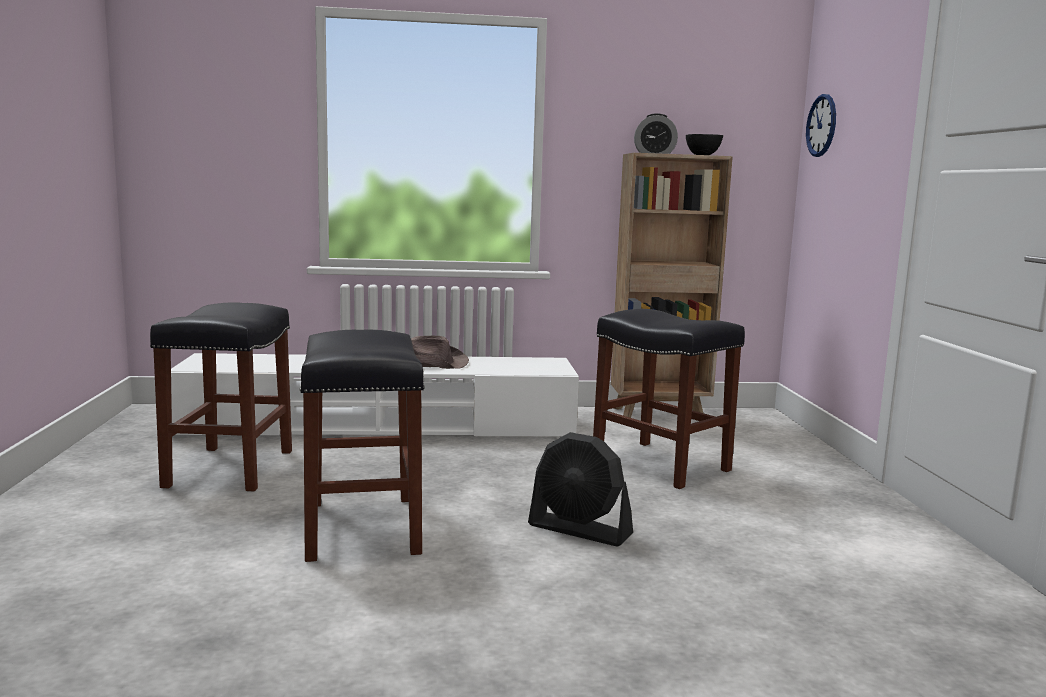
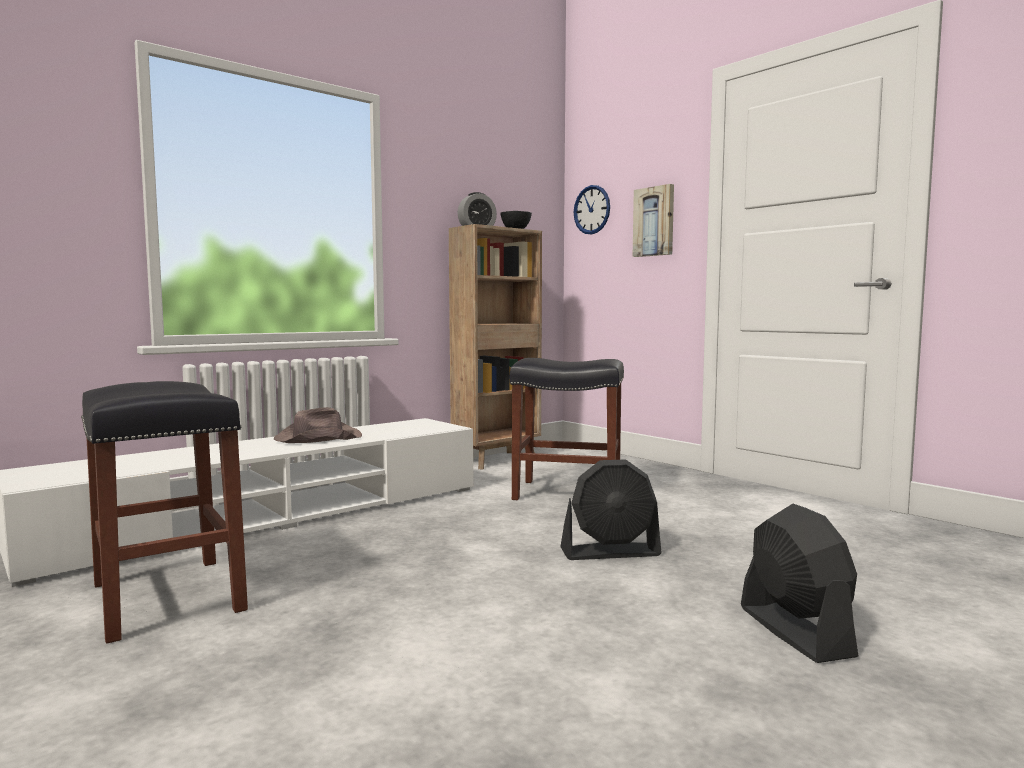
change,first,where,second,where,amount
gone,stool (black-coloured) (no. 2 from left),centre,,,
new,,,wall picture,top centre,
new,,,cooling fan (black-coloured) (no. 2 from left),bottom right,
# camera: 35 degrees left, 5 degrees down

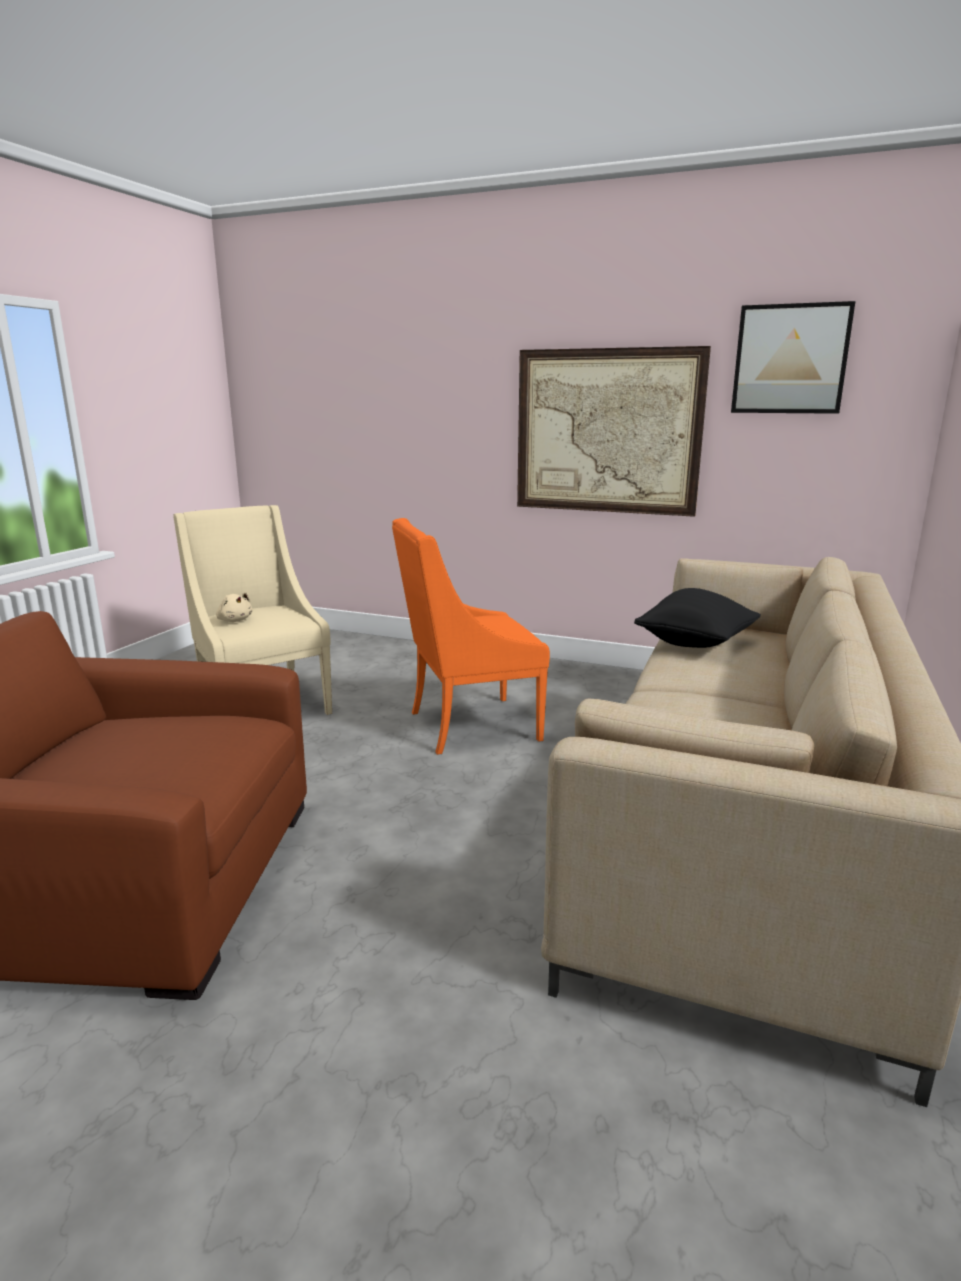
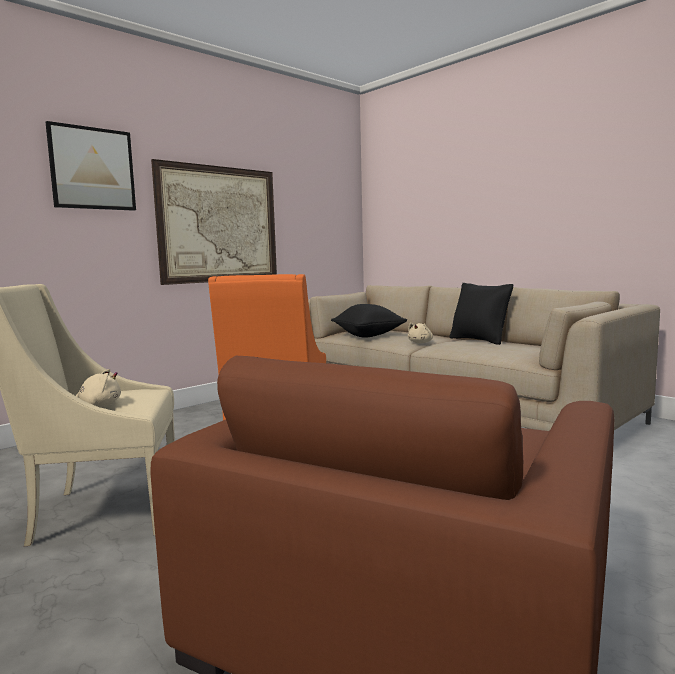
change,first,where,second,where,amount
shifted,wall picture (no. 2 from left in the first image),top right,wall picture (no. 1 from left),top left,
new,,,soft toy (sand-coloured) (no. 2 from left),centre,
new,,,cushion (black-coloured) (no. 2 from left),middle right,
# camera: 65 degrees left, 10 degrees down

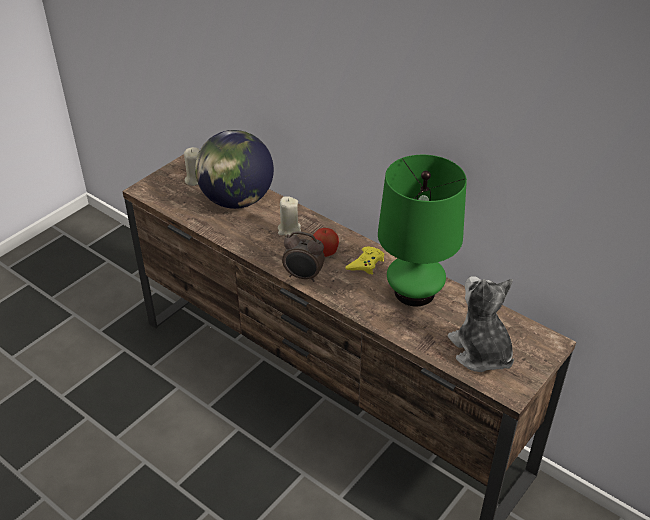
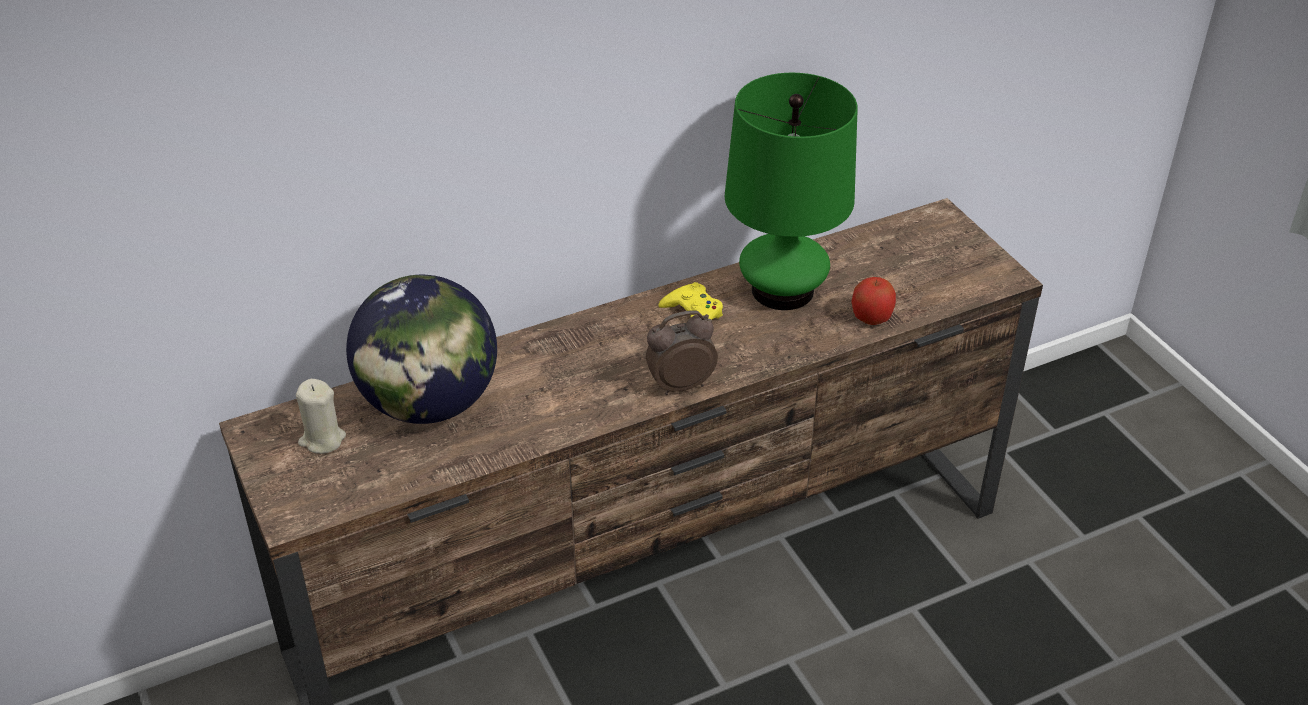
change,first,where,second,where,amount
gone,candle (sand-coloured) (no. 2 from left),centre,,,
rotated,alarm clock,centre,,centre,150 degrees counterclockwise
shifted,apple,centre,,middle right,
gone,soft toy,middle right,,,
# camera: 65 degrees left, 0 degrees up

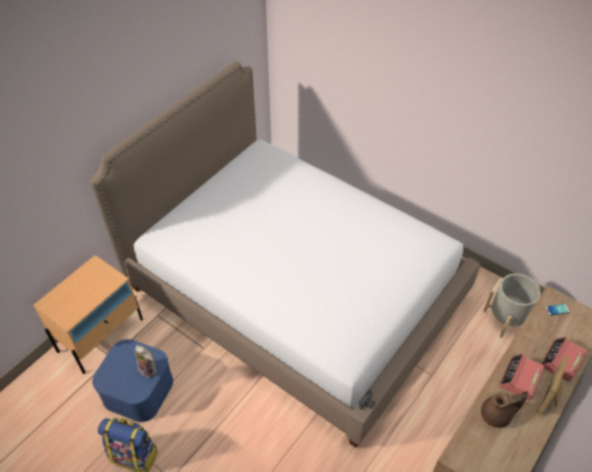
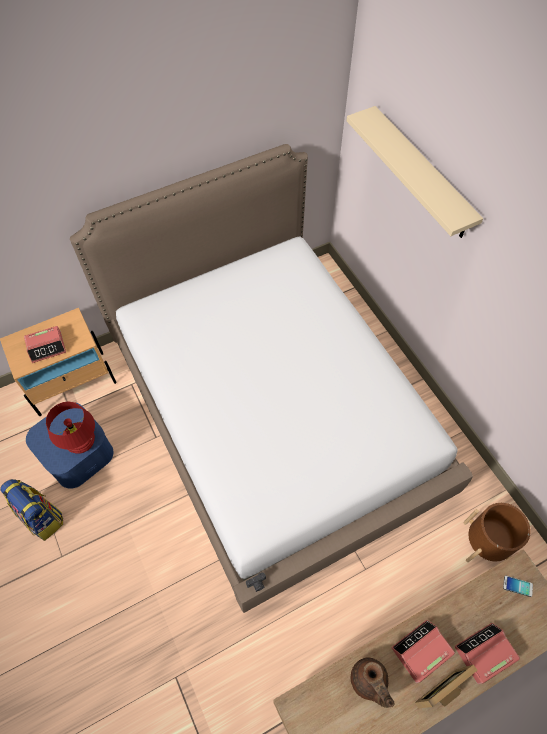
change,first,where,second,where,amount
swapped,soft toy,bottom left,lamp for a table (reddish),middle left,
rotated,teapot (brown),bottom right,,bottom right,45 degrees clockwise
repainted,flower pot (grey),middle right,flower pot (brown),bottom right,
new,,,alarm clock (no. 1 from left),middle left,
new,,,shelf (sand-coloured),top right,
# camera: 25 degrees right, 10 degrees up

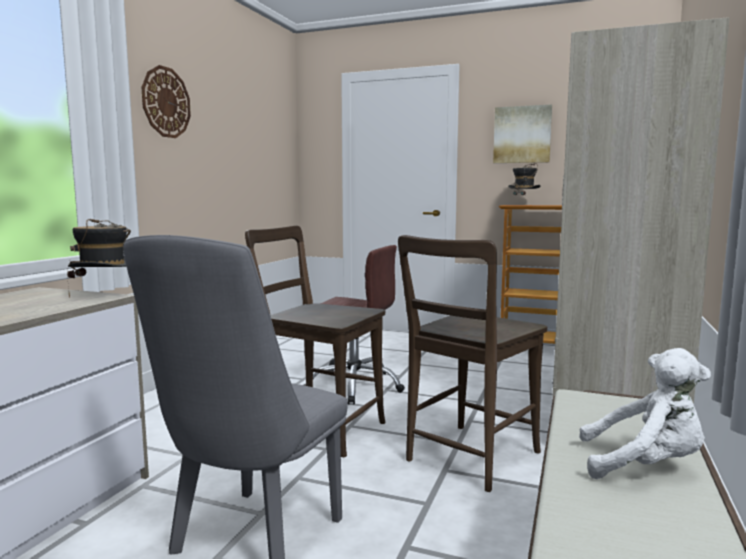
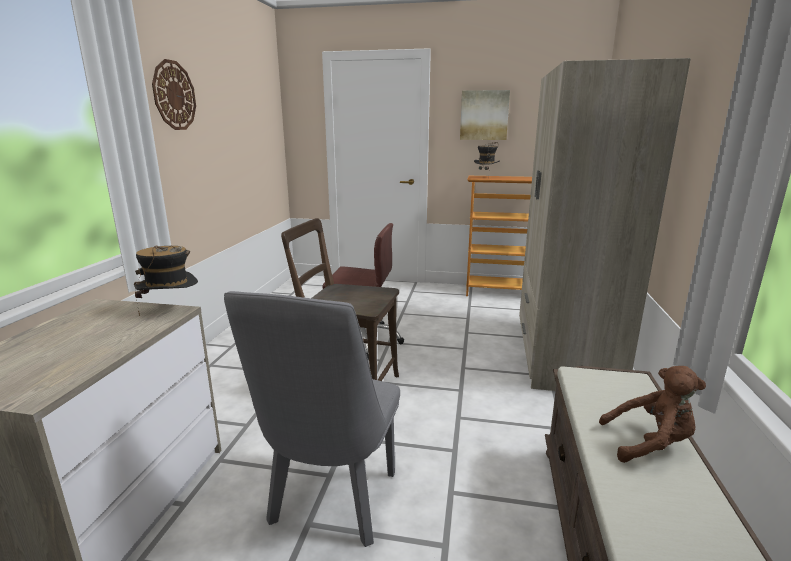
change,first,where,second,where,amount
gone,upright chair (brown) (no. 2 from left),centre,,,
repainted,soft toy (white-coloured),bottom right,soft toy (brown),bottom right,
# camera: 10 degrees left, 10 degrees up

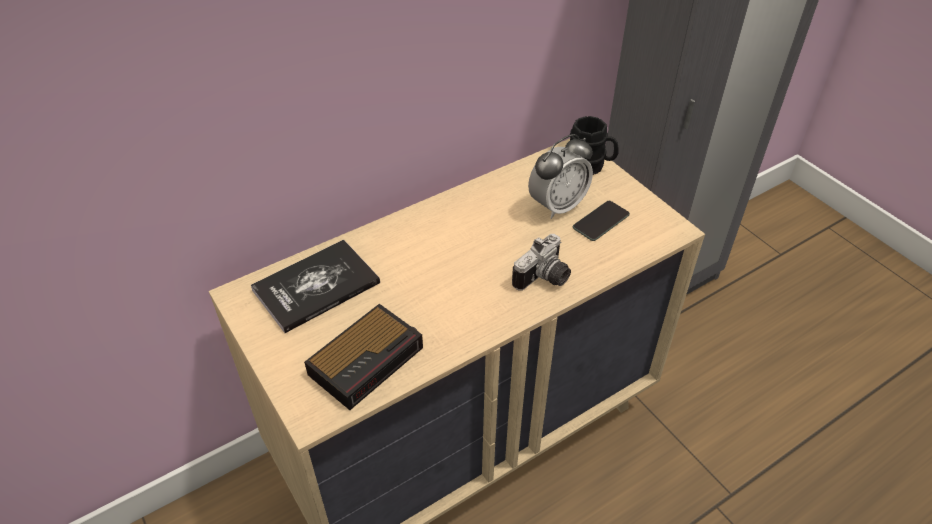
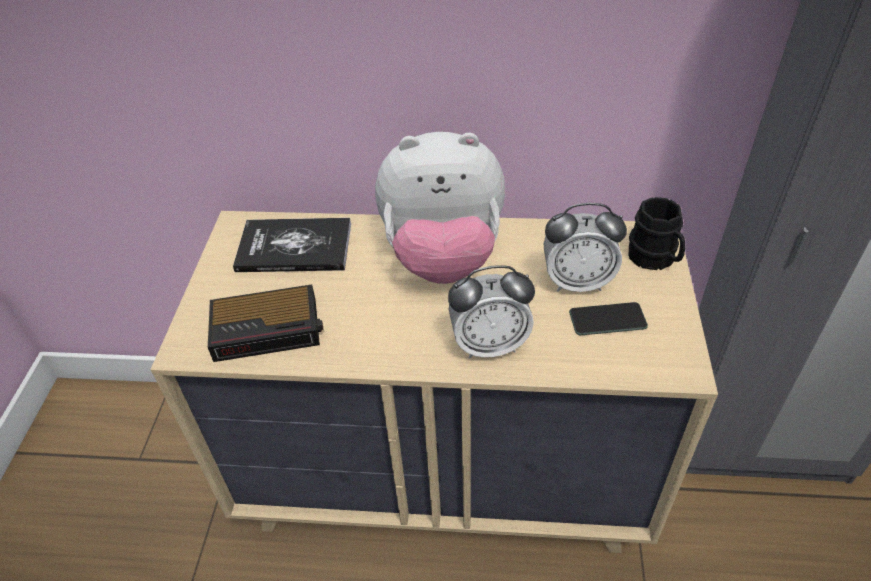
change,first,where,second,where,amount
swapped,photo camera,centre,alarm clock (no. 2 from left),centre,
new,,,soft toy,centre,
# camera: 40 degrees right, 0 degrees up

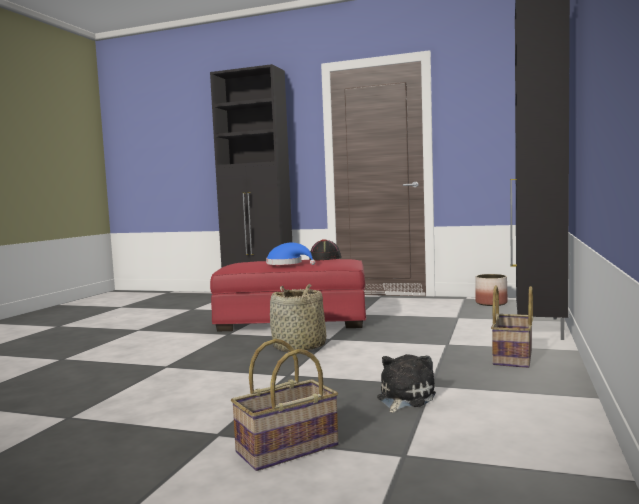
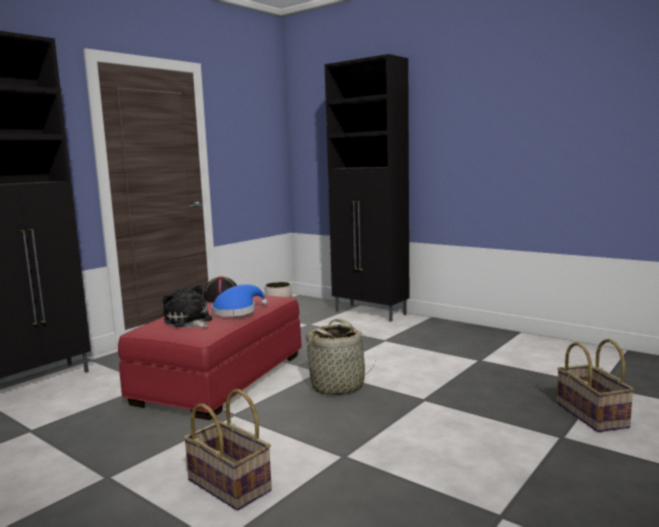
change,first,where,second,where,amount
shifted,soft toy,bottom centre,,middle left,
shifted,basket (no. 3 from left in the first image),middle right,basket (no. 1 from left),bottom centre,
# camera: 70 degrees left, 5 degrees up

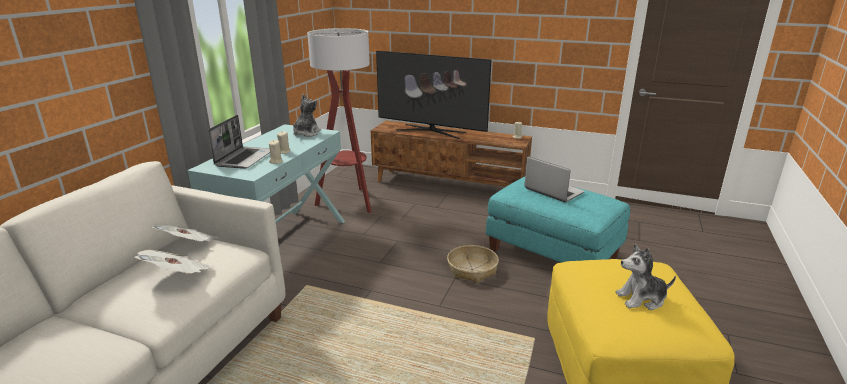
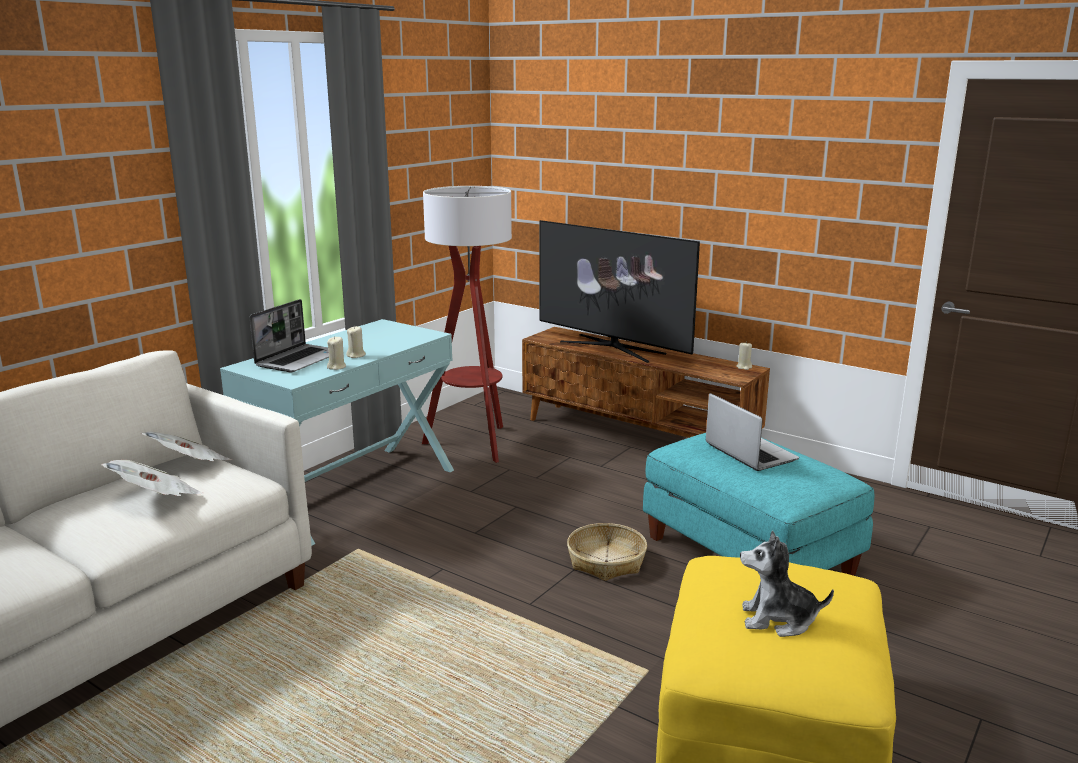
change,first,where,second,where,amount
gone,soft toy (no. 1 from left),top centre,,,
# camera: 15 degrees right, 5 degrees down

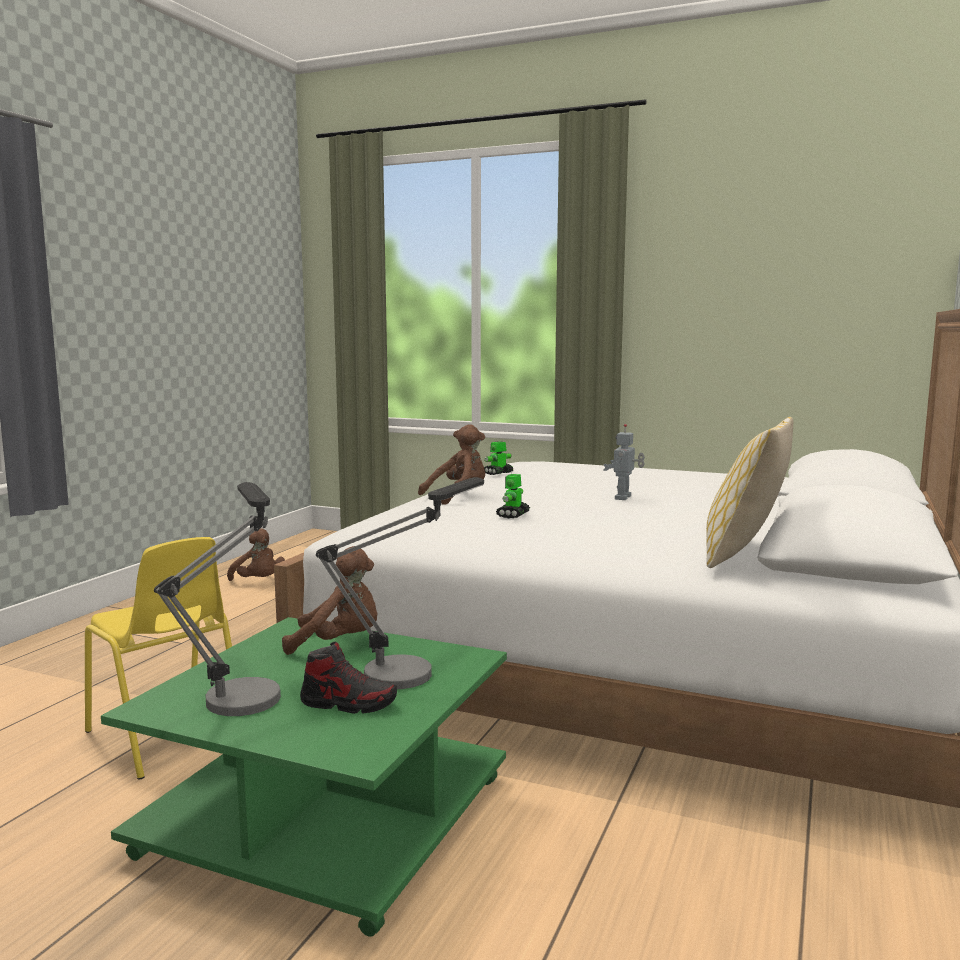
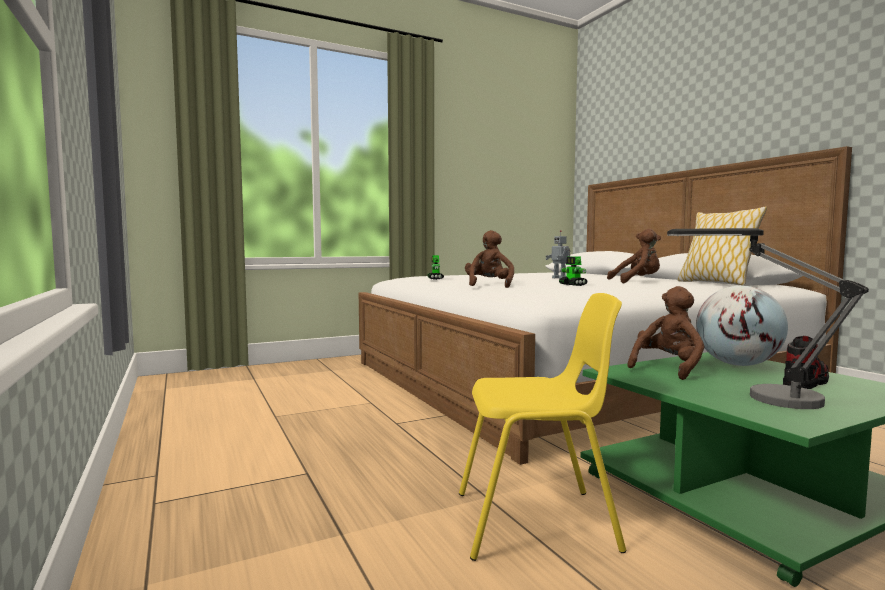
change,first,where,second,where,amount
shifted,soft toy (brown) (no. 1 from left in the first image),middle left,soft toy (brown) (no. 2 from left),middle right,
swapped,lamp for a table (no. 2 from left),centre,world globe,middle right,
# camera: 50 degrees left, 5 degrees down

